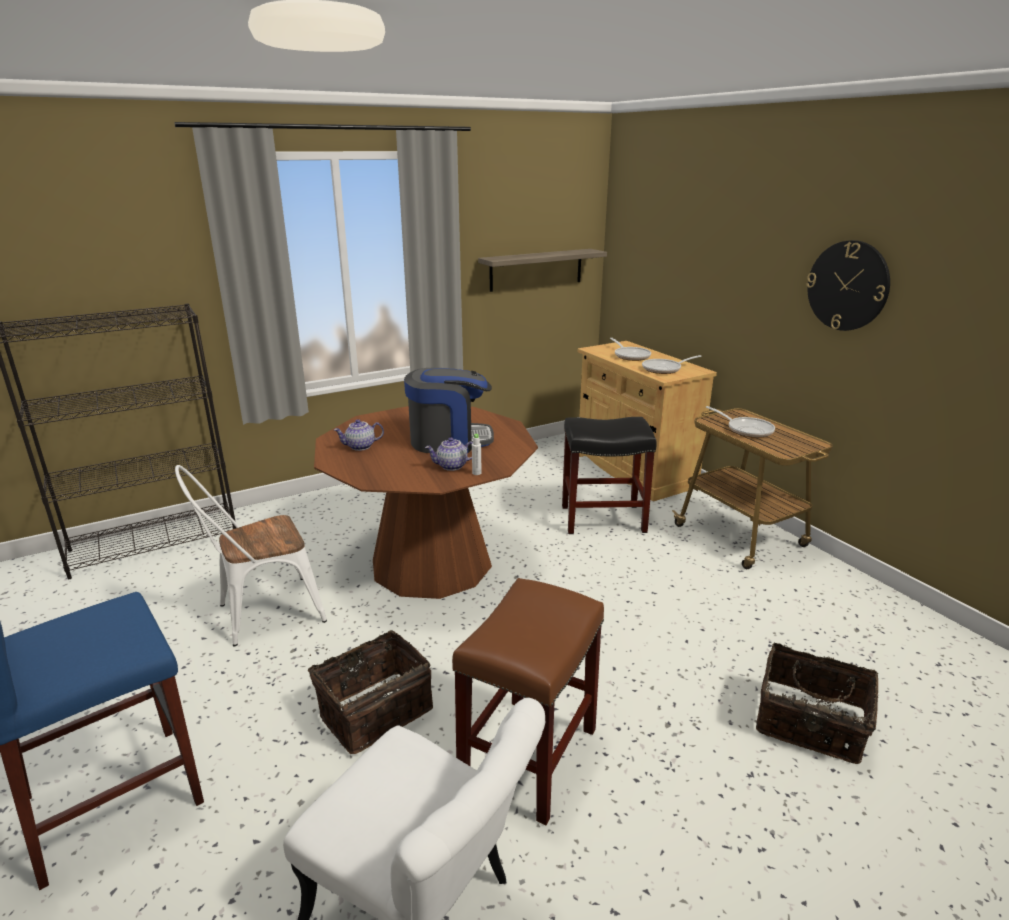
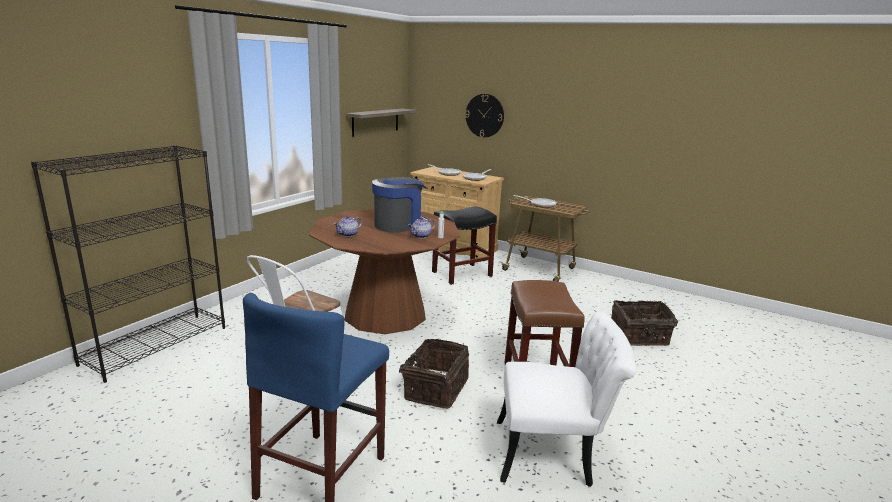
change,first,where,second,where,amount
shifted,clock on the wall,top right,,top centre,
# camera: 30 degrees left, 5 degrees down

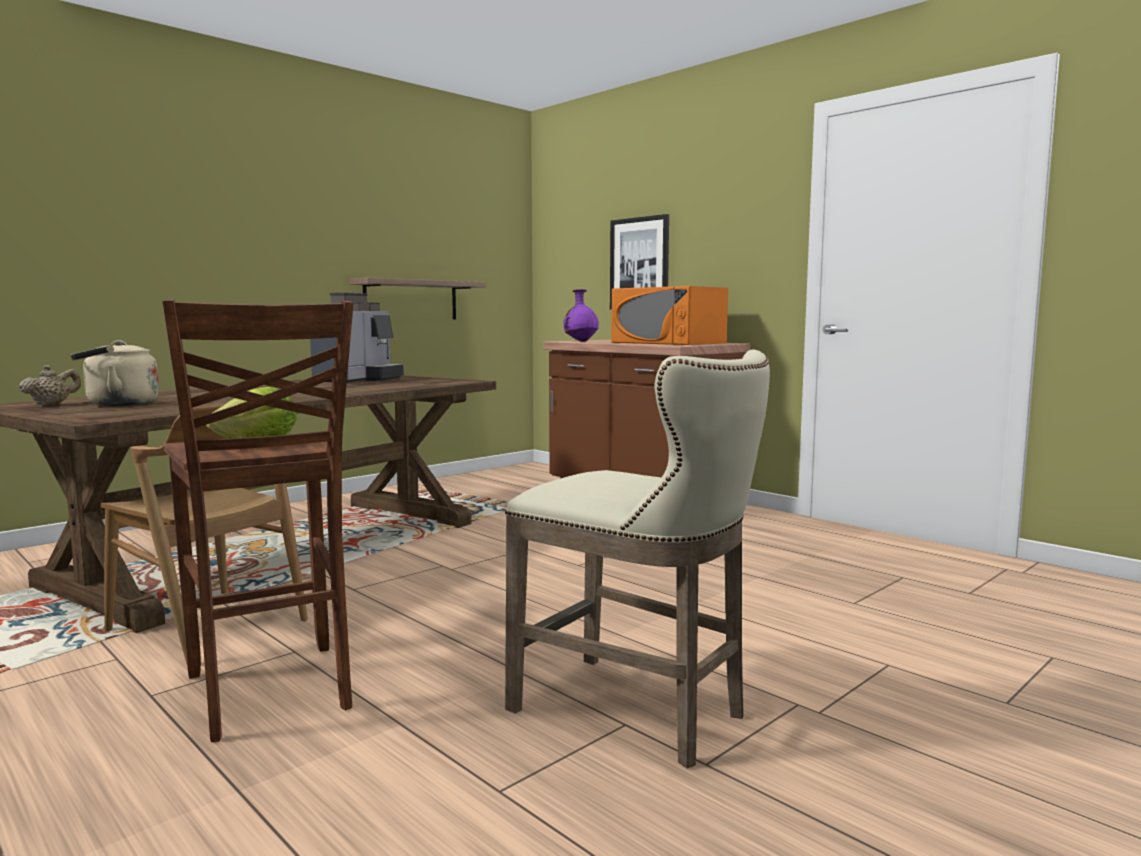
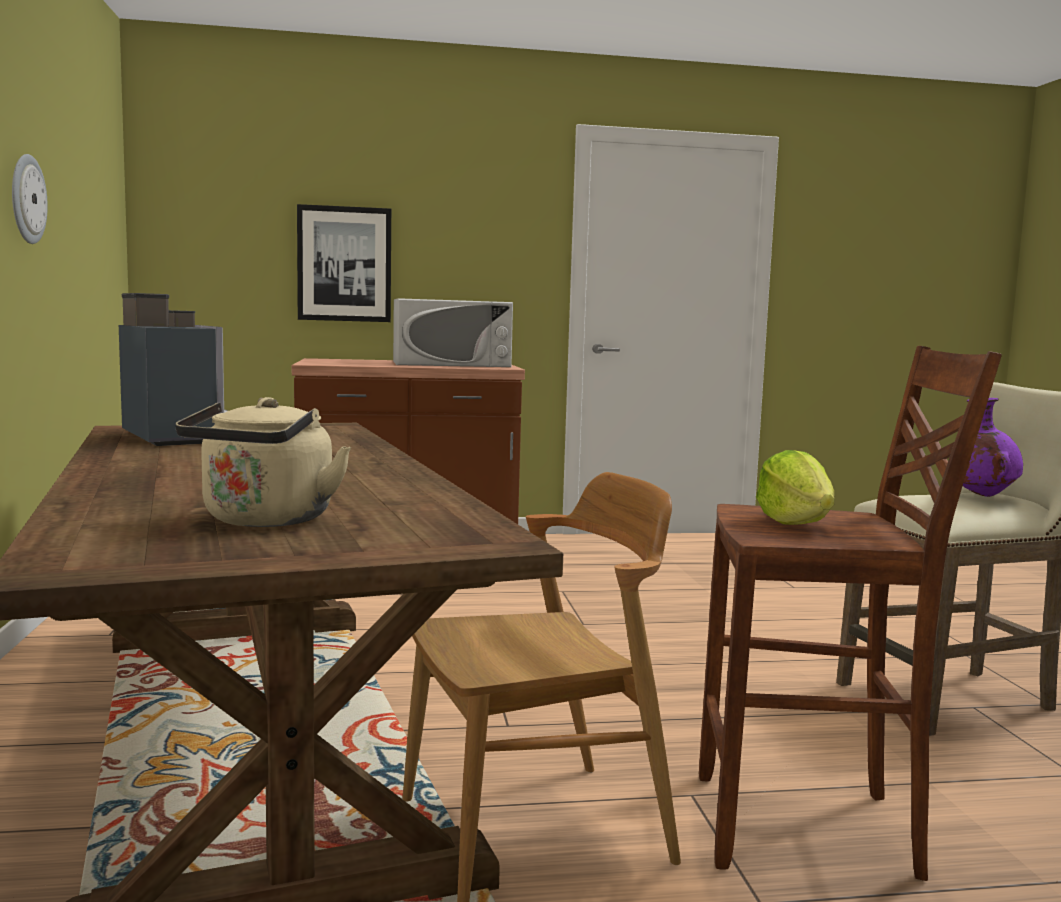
change,first,where,second,where,amount
gone,teapot (sand-coloured),middle left,,,
gone,shelf,centre,,,
shifted,decorative vase (purple-coloured),centre,,middle right,
repainted,kitchen microwave (orangey),centre,kitchen microwave (white-coloured),centre,
new,,,clock on the wall,top left,
# camera: 55 degrees left, 0 degrees up

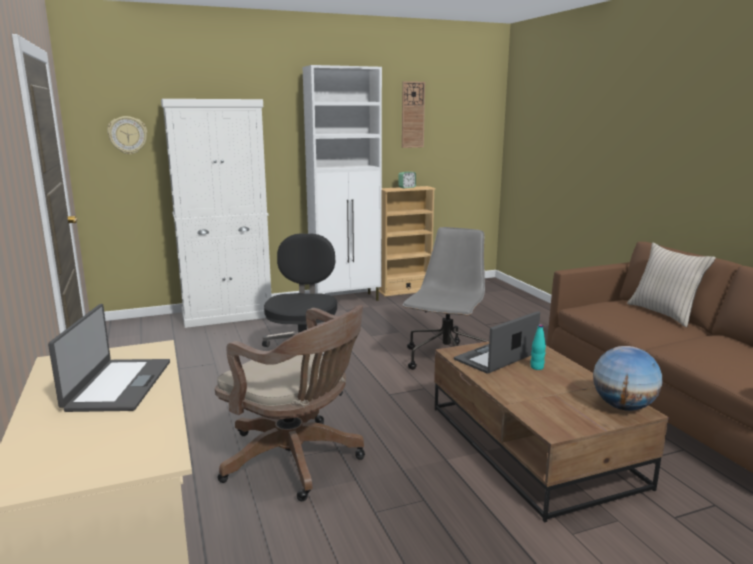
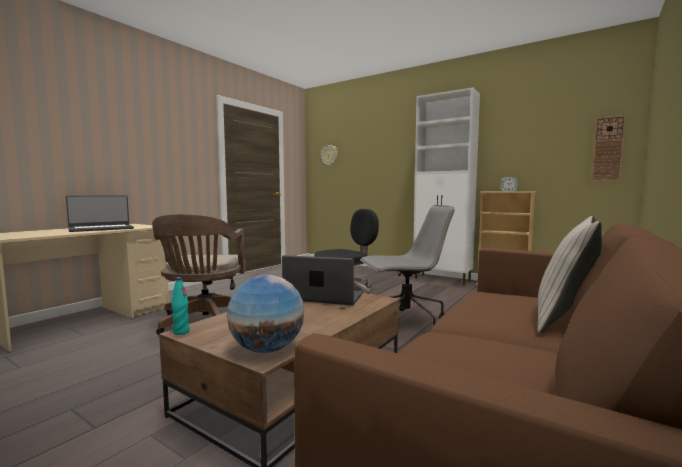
change,first,where,second,where,amount
gone,storage cabinet (white-coloured) (no. 1 from left),middle left,,,
shifted,clock on the wall (no. 2 from left),top centre,,top right,
shifted,drink bottle (turquoise),middle right,,middle left,
# camera: 55 degrees right, 10 degrees down

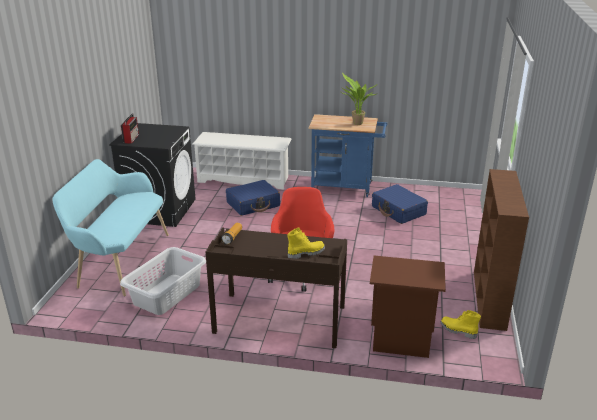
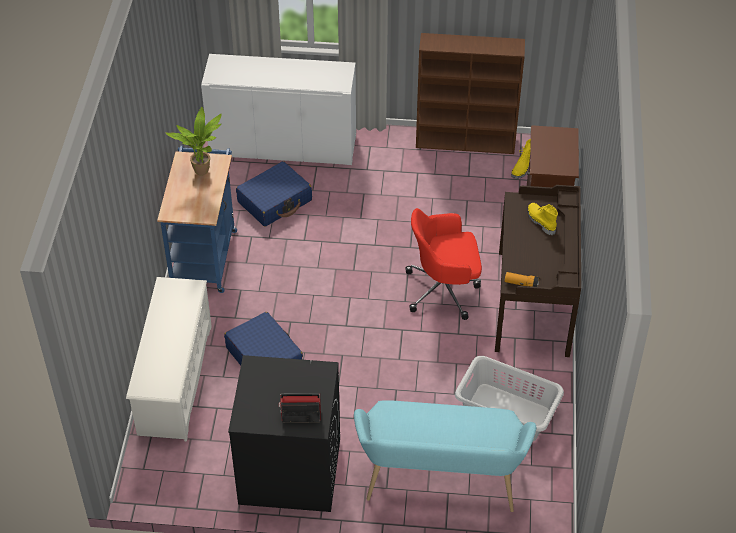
change,first,where,second,where,amount
new,,,storage cabinet (white-coloured),top centre,
# camera: 95 degrees left, 20 degrees up

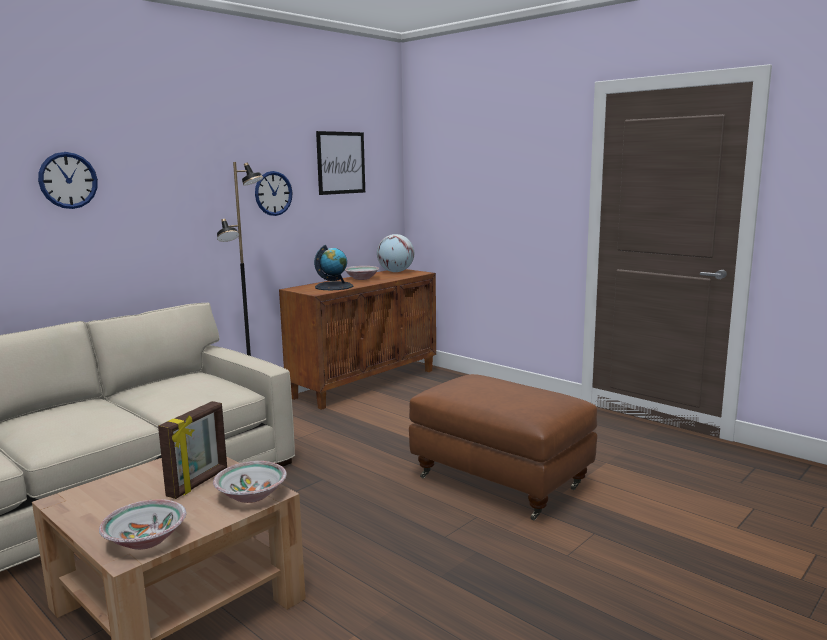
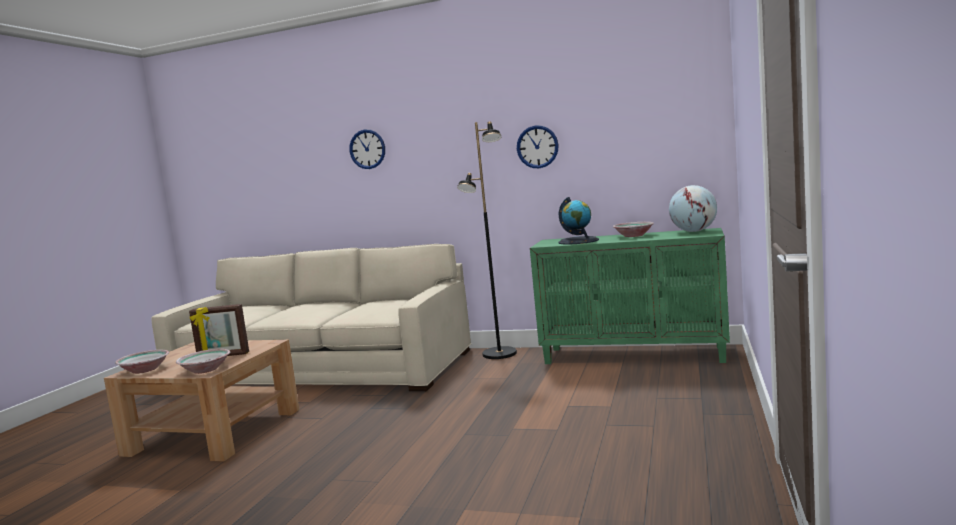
change,first,where,second,where,amount
repainted,storage cabinet (brown),centre,storage cabinet (greenish),centre,
gone,wall picture,top centre,,,
gone,pouffe (brown),bottom centre,,,
# camera: 65 degrees right, 5 degrees down

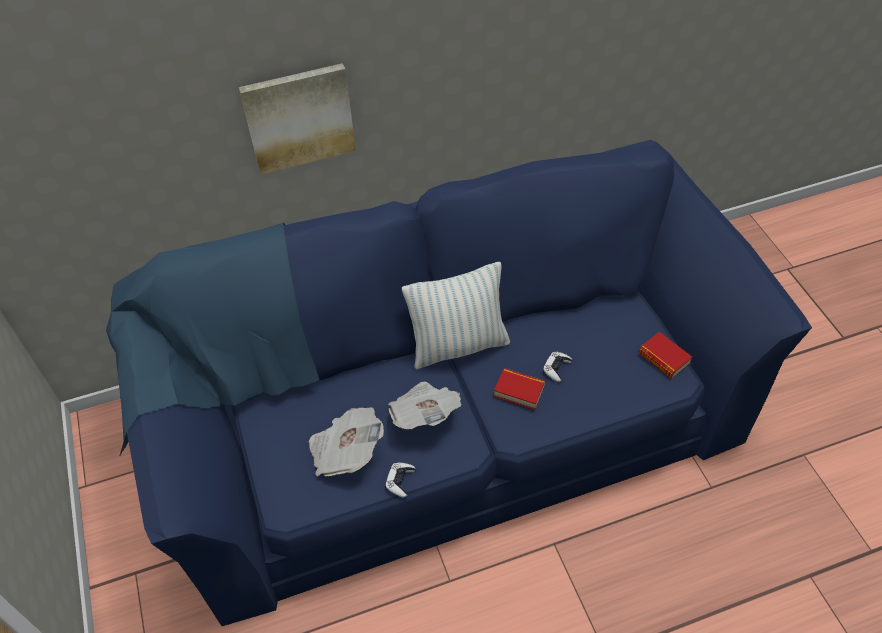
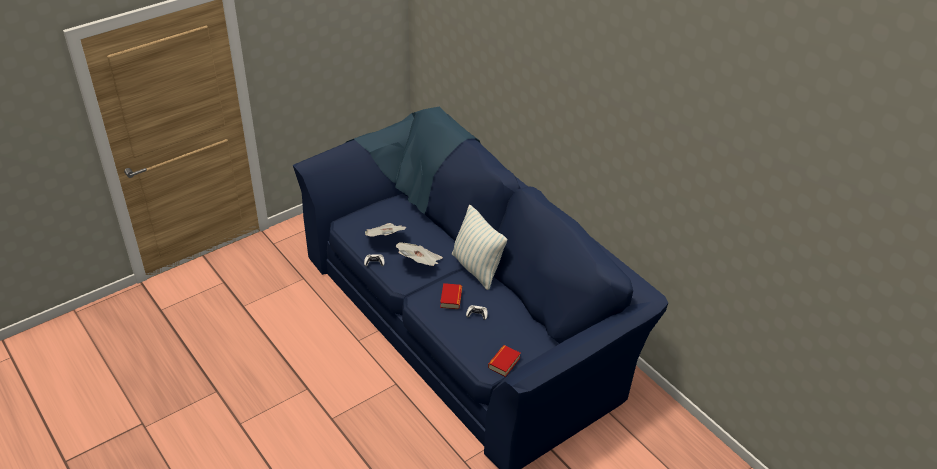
change,first,where,second,where,amount
gone,wall picture,top centre,,,
# camera: 70 degrees right, 10 degrees down

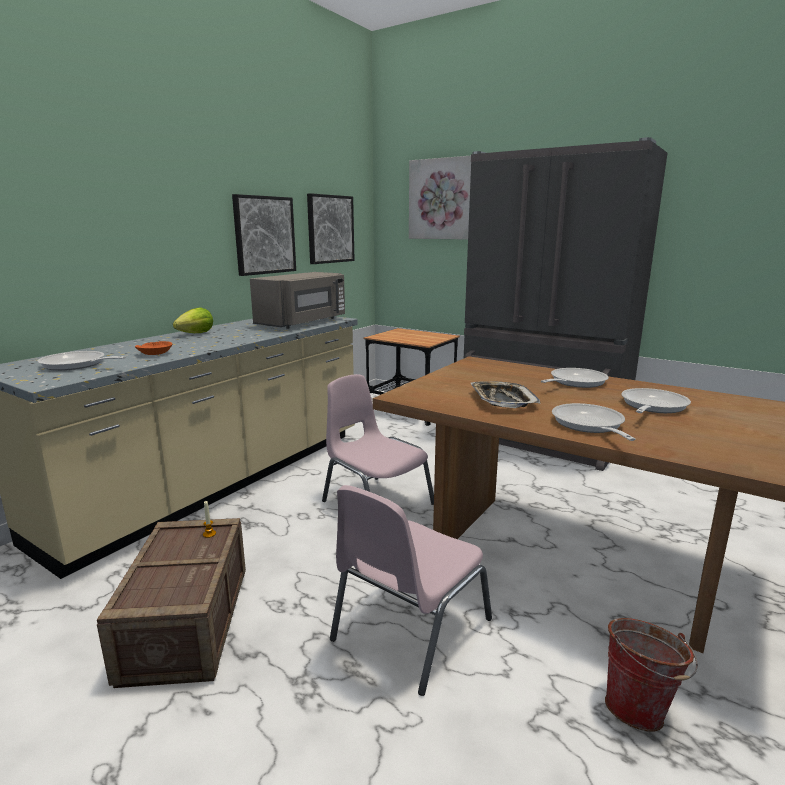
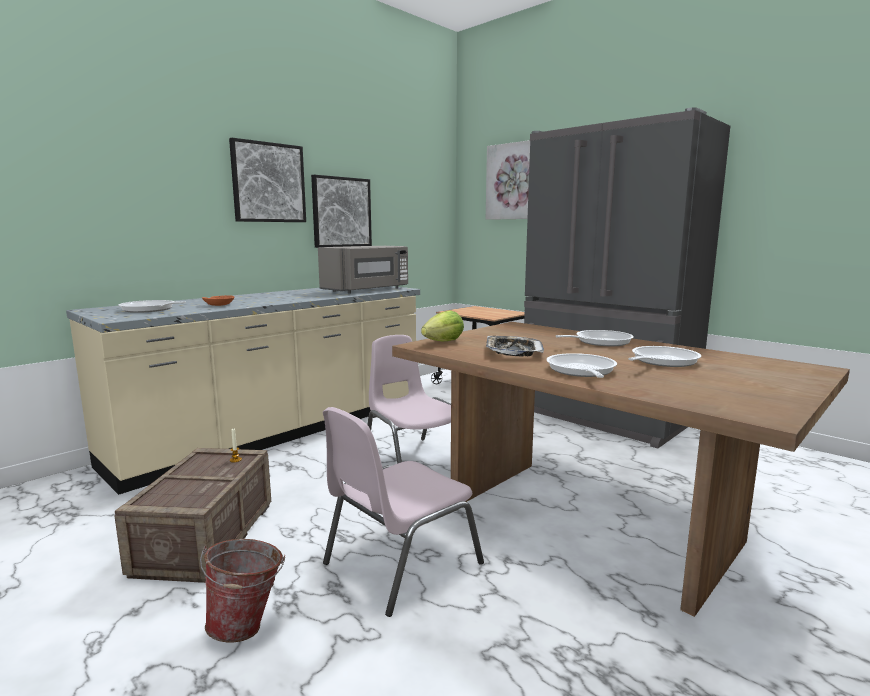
change,first,where,second,where,amount
shifted,lettuce,middle left,,centre,
shifted,wall picture (no. 2 from left in the first image),top centre,wall picture (no. 1 from left),top left,
shifted,water bucket,bottom right,,bottom left,
# camera: 10 degrees right, 5 degrees down

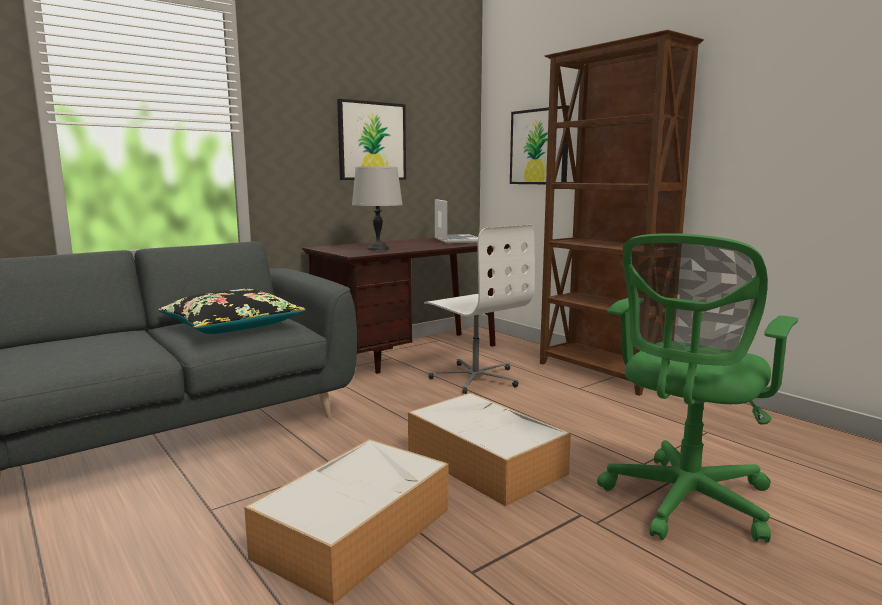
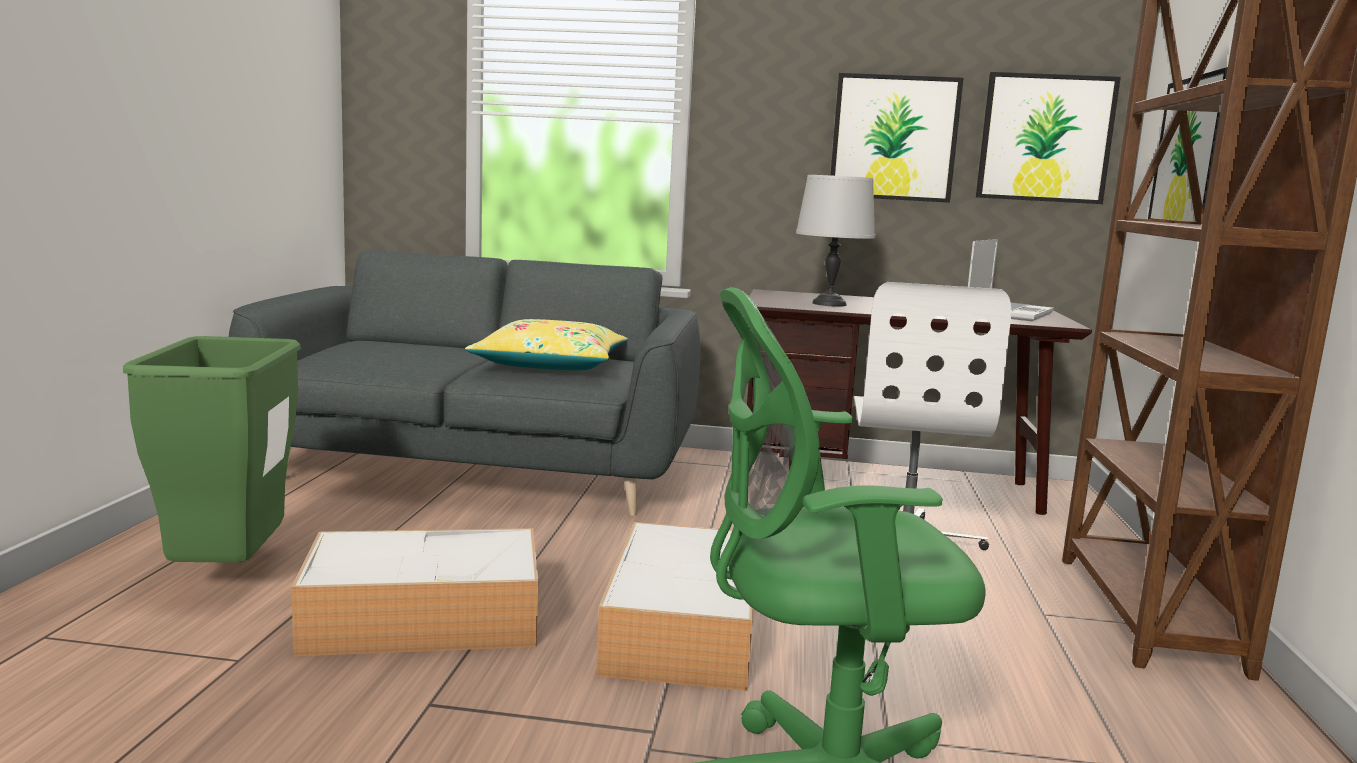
change,first,where,second,where,amount
repainted,cushion (black-coloured),middle left,cushion (yellow-coloured),centre,
new,,,waste bin (greenish),middle left,
new,,,wall picture (no. 2 from left),top right,
# camera: 45 degrees right, 0 degrees up

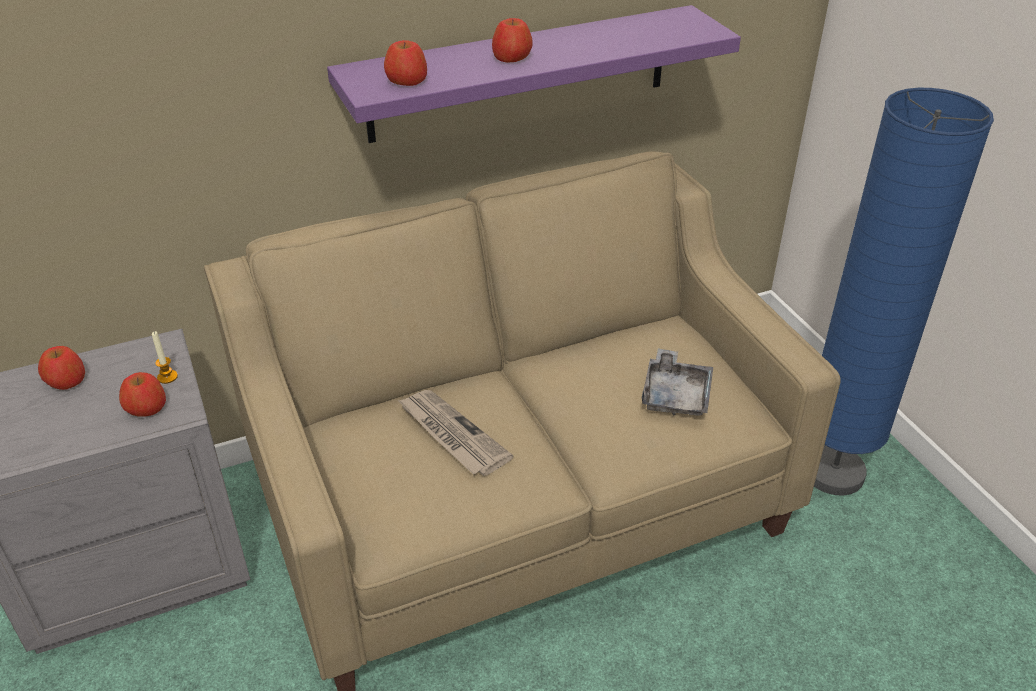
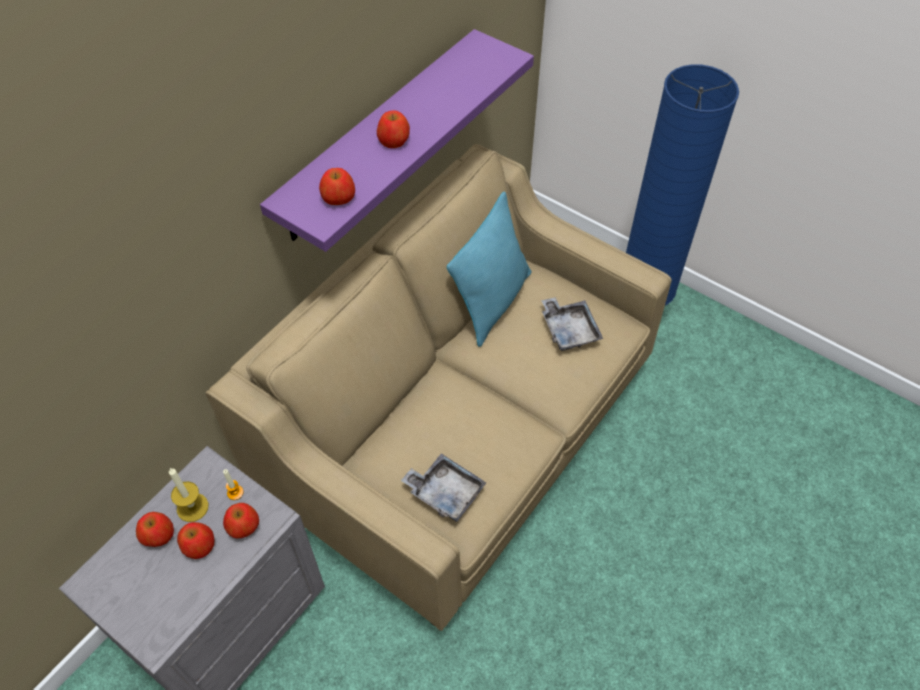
change,first,where,second,where,amount
gone,printed paper,centre,,,
new,,,candle (no. 1 from left),bottom left,
new,,,apple (no. 2 from left),bottom left,
new,,,serving tray (grey) (no. 1 from left),bottom centre,
new,,,cushion (turquoise),centre,
# camera: 30 degrees left, 15 degrees up

